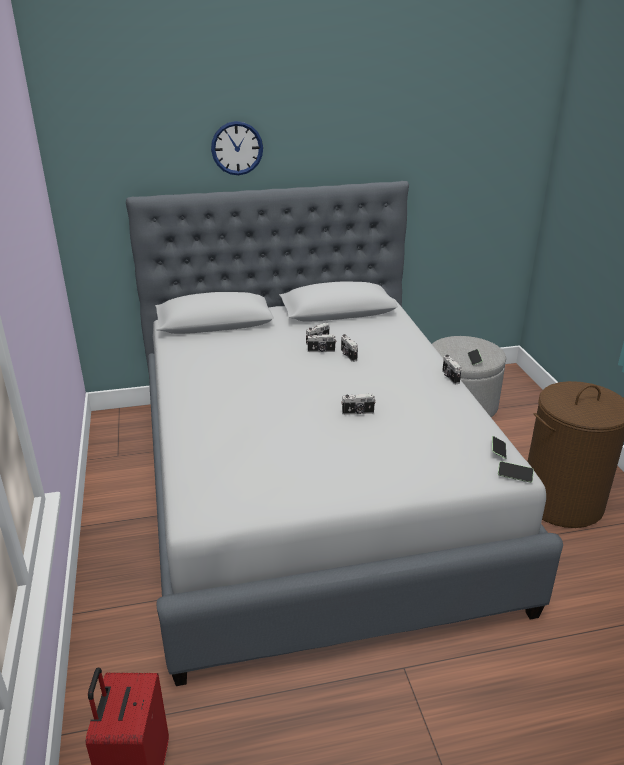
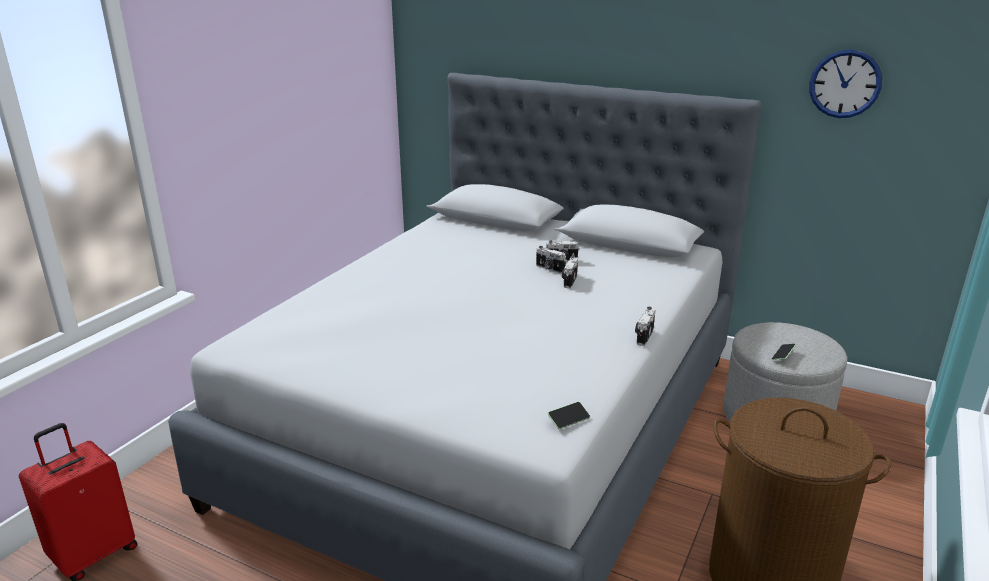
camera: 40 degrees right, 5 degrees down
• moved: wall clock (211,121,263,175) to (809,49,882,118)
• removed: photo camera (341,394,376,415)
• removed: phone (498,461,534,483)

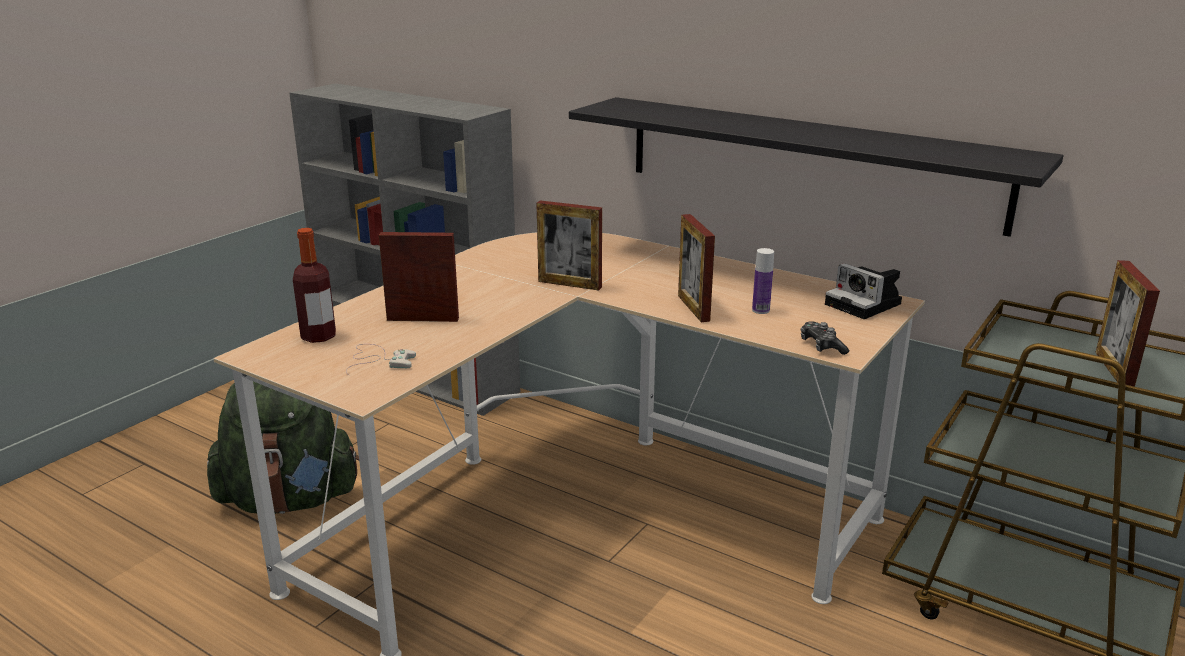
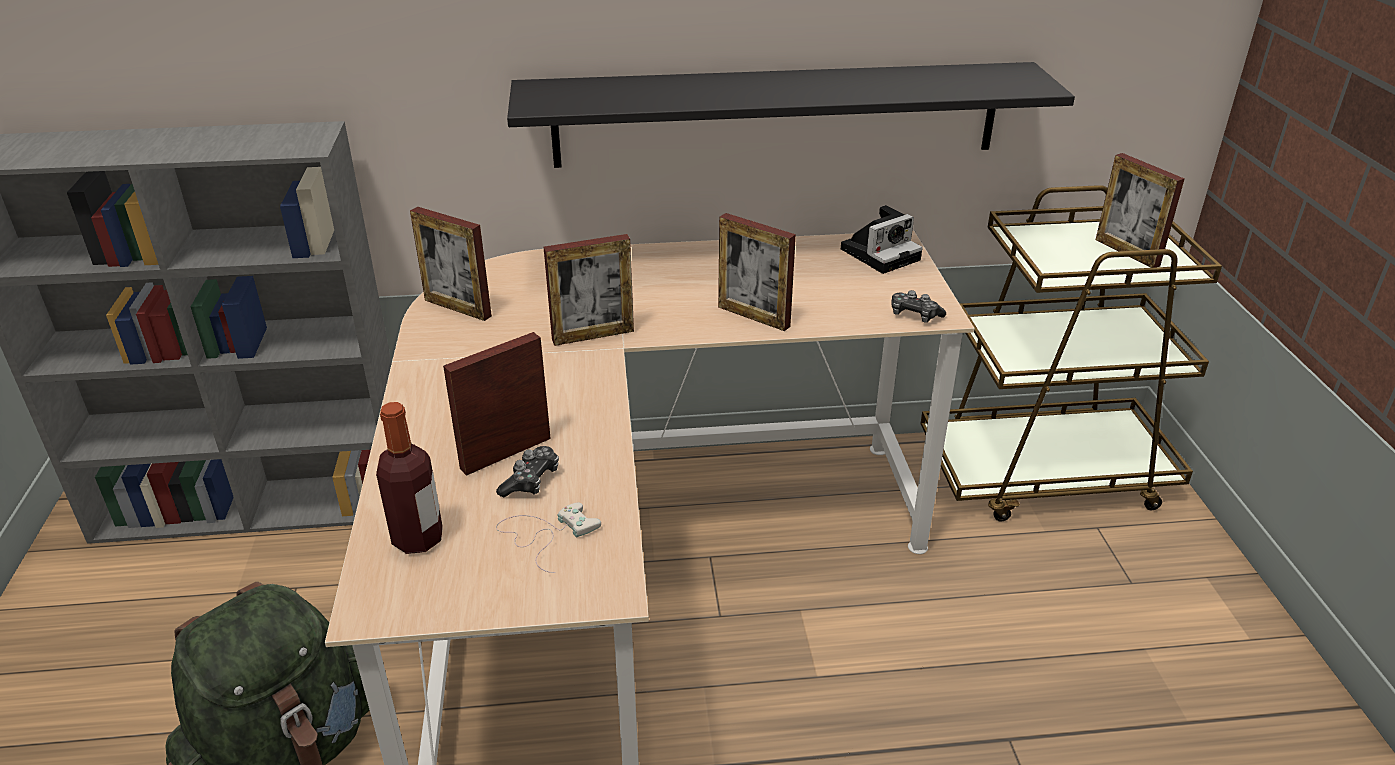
camera: 40 degrees left, 10 degrees up
• removed: bottle (752,248,774,314)
• turned: photo camera (825,263,902,319) = (841,205,923,274) 45 degrees counterclockwise
• added: picture frame (410,207,492,321)
• added: game controller (496,446,559,497)

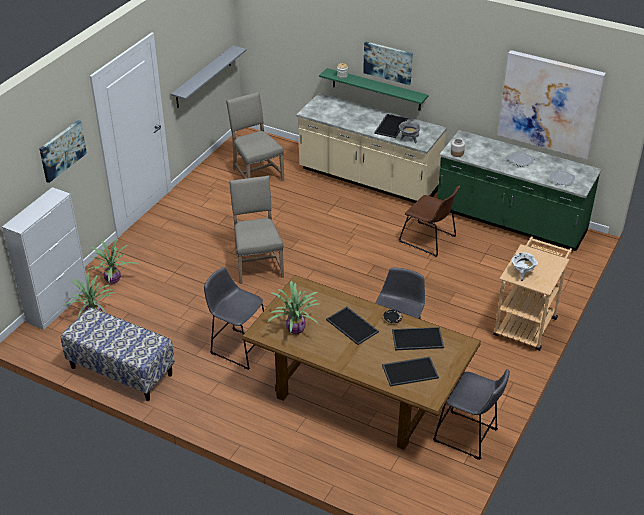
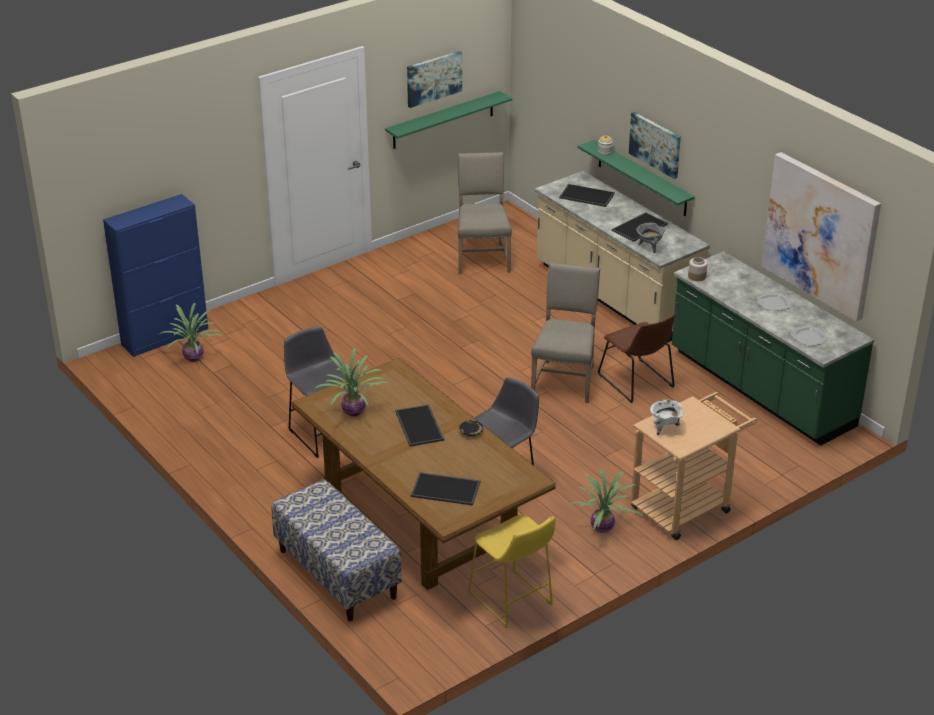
camera: 25 degrees right, 5 degrees down
• recoloured: cabinet/white (2,187,87,330) to cabinet/blue (103,194,208,357)
• moved: picture (39,120,87,183) to (407,51,462,108)
• moved: bench (61,307,175,401) to (271,479,402,621)
• moved: potted plant (87,238,141,284) to (570,469,645,533)
• recoloured: shelf/grey (171,45,247,108) to shelf/green (385,91,512,149)
• moved: chair/beige (229,176,284,284) to (531,263,600,403)
• moved: tray (392,327,444,350) to (559,184,615,207)
• recoloured: stool/grey (433,369,510,460) to stool/yellow (468,515,555,628)

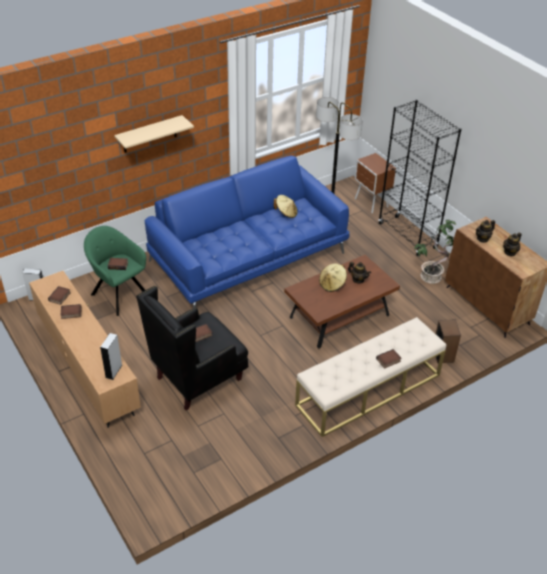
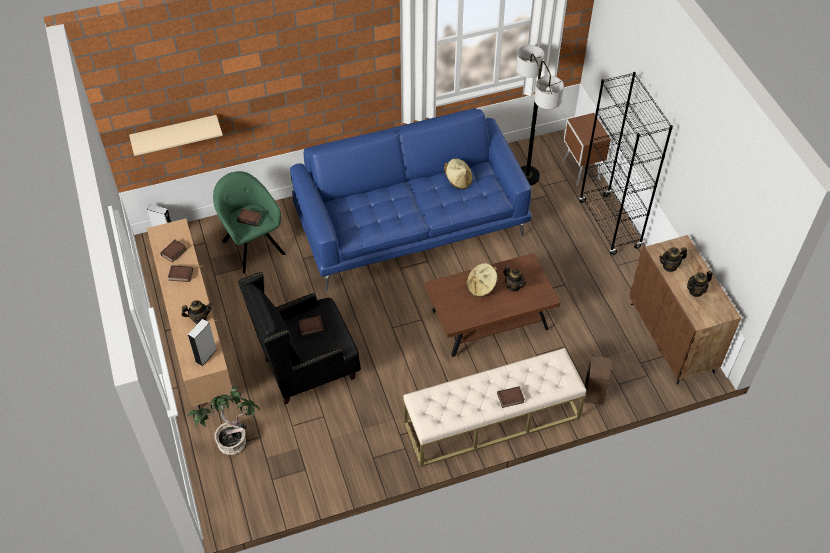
camera: 15 degrees right, 10 degrees up
• moved: shelf/beige (114,115,194,153) to (129,115,223,156)
• moved: potted plant (414,220,456,284) to (186,386,260,455)
• added: teapot (181,300,212,324)

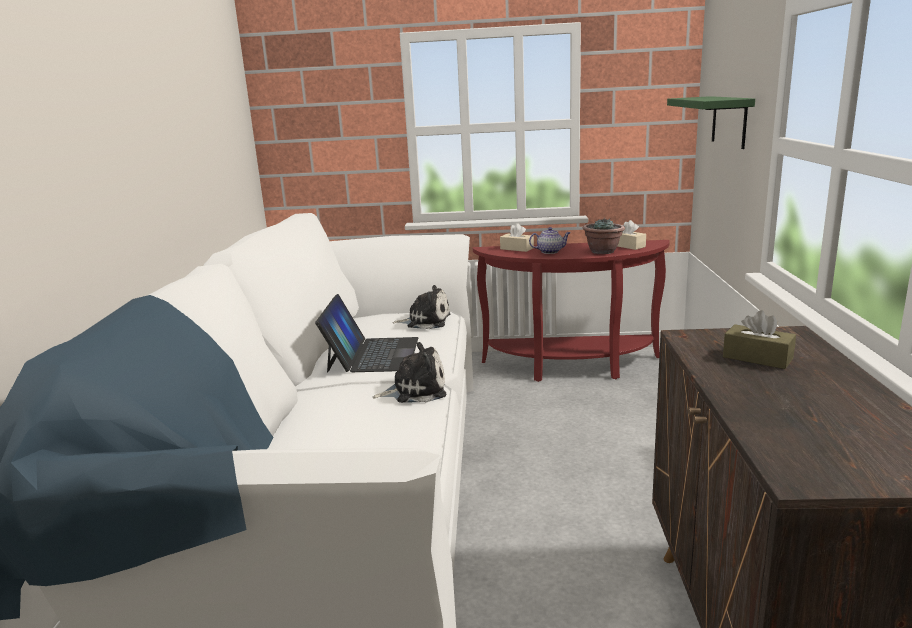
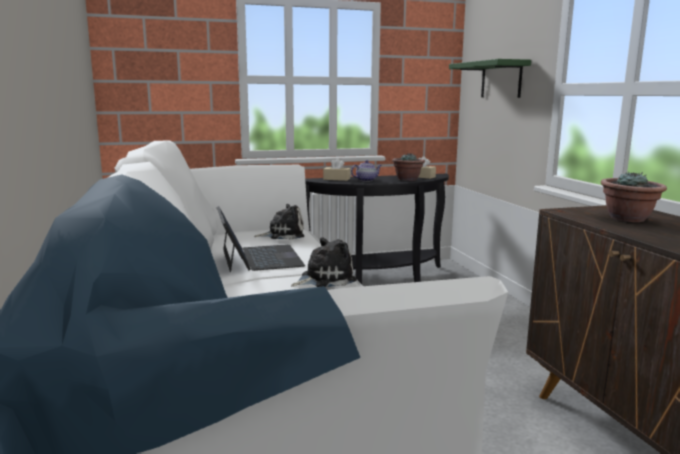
camera: 20 degrees left, 5 degrees down
• recoloured: console table/red (473,240,670,382) to console table/black (305,174,449,284)
• replaced: tissue box/brown (723,310,796,369) to potted plant (601,171,667,222)

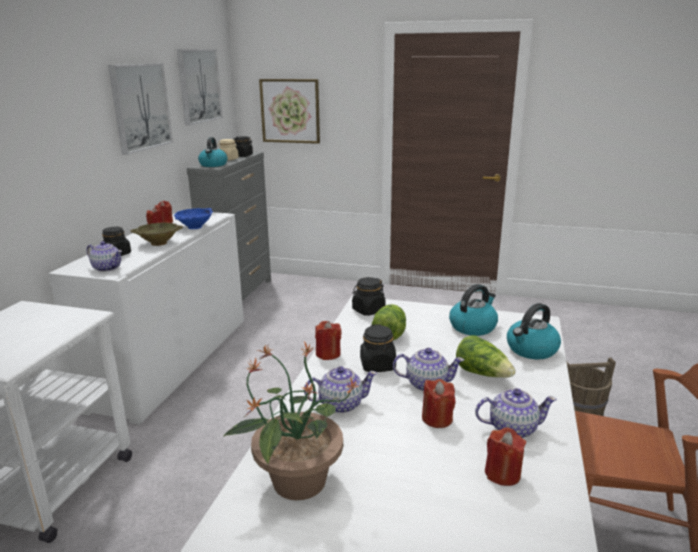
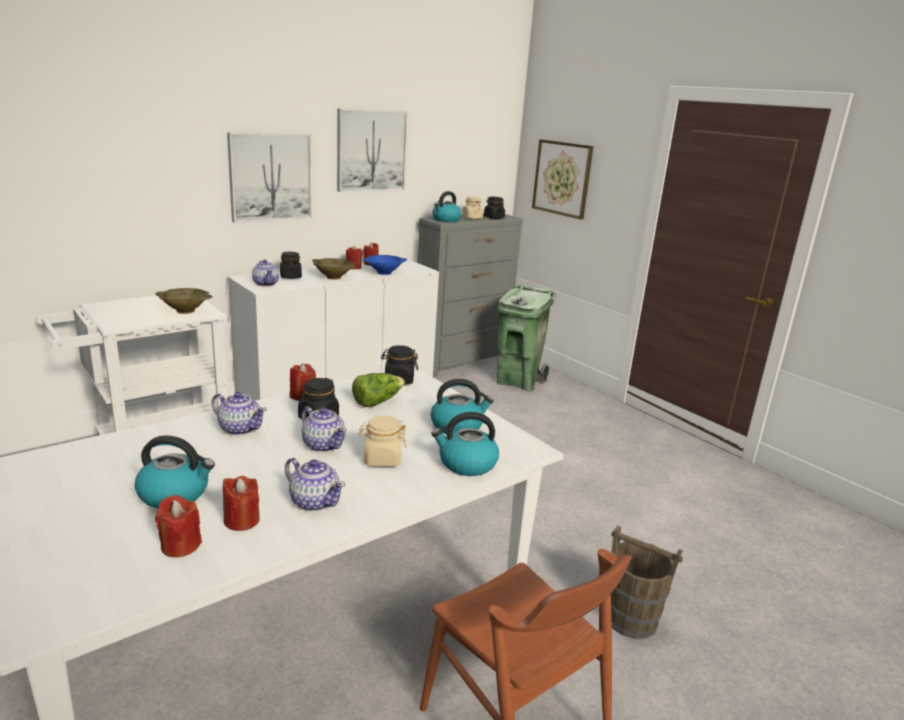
camera: 35 degrees right, 0 degrees up
• moved: picture (177,49,223,125) to (227,132,312,223)
• removed: potted plant (223,342,358,500)
• moved: candle/red (422,379,455,428) to (155,495,202,557)
• replaced: lettuce (456,335,515,378) to jar/beige (359,415,407,467)
• added: kettle (135,435,215,508)
• added: bowl/beige (156,288,212,314)
• added: trash can/green (497,285,556,392)

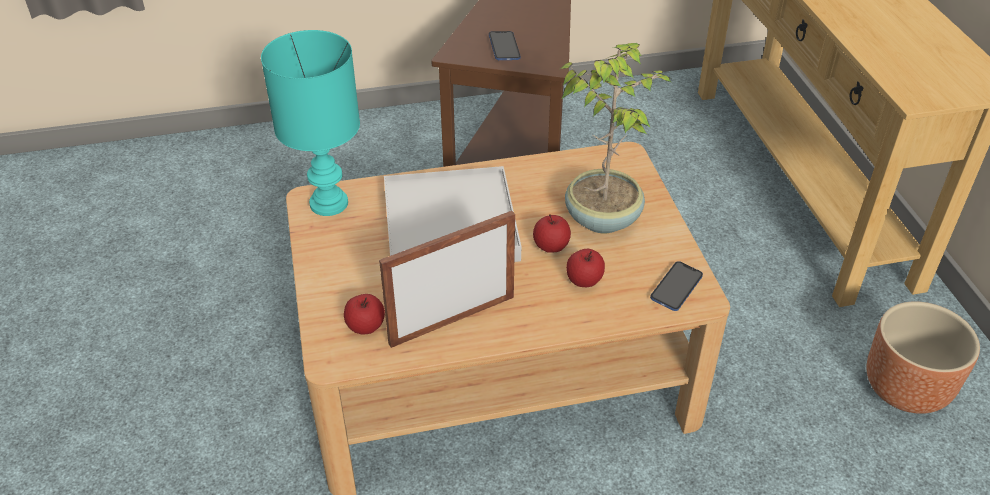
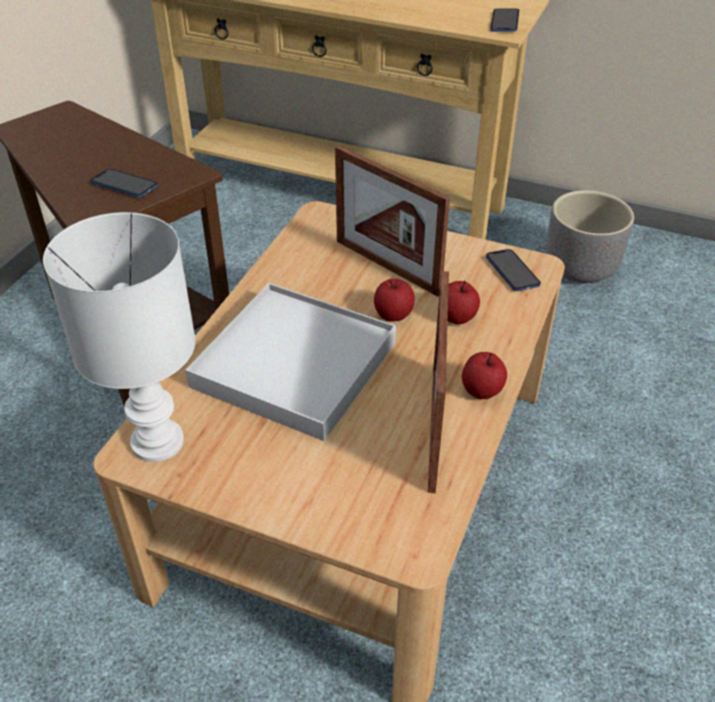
camera: 55 degrees left, 0 degrees up
• recoloured: table lamp/turquoise (261,30,360,216) to table lamp/white (43,212,196,462)
• moved: apple (344,294,385,335) to (462,352,507,399)
• replaced: potted plant (560,43,671,233) to picture frame (335,145,450,297)
• recoloured: planter/brown (867,301,980,414) to planter/grey (546,190,634,283)
• added: phone (490,9,519,32)

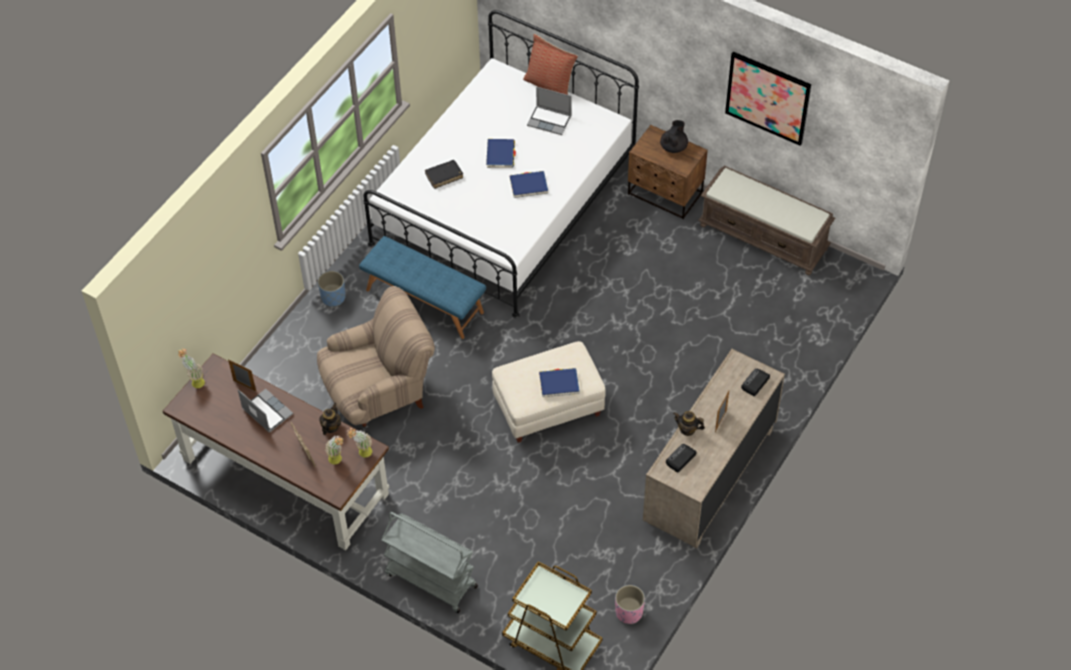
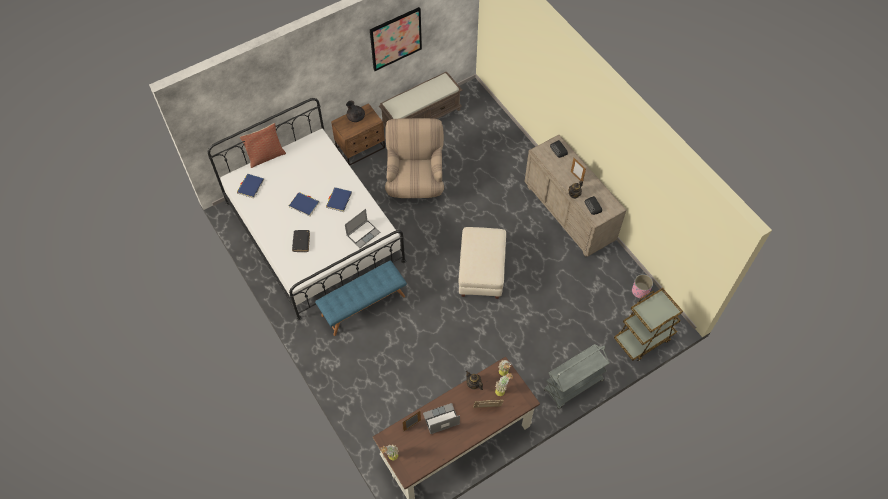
camera: 65 degrees left, 5 degrees up
• moved: armchair/beige (317,286,435,429) to (385,118,444,198)
• removed: planter/blue (318,271,345,307)
• moved: laptop (527,87,572,135) to (345,209,380,248)
• moved: book/blue (539,368,580,397) to (237,174,264,199)

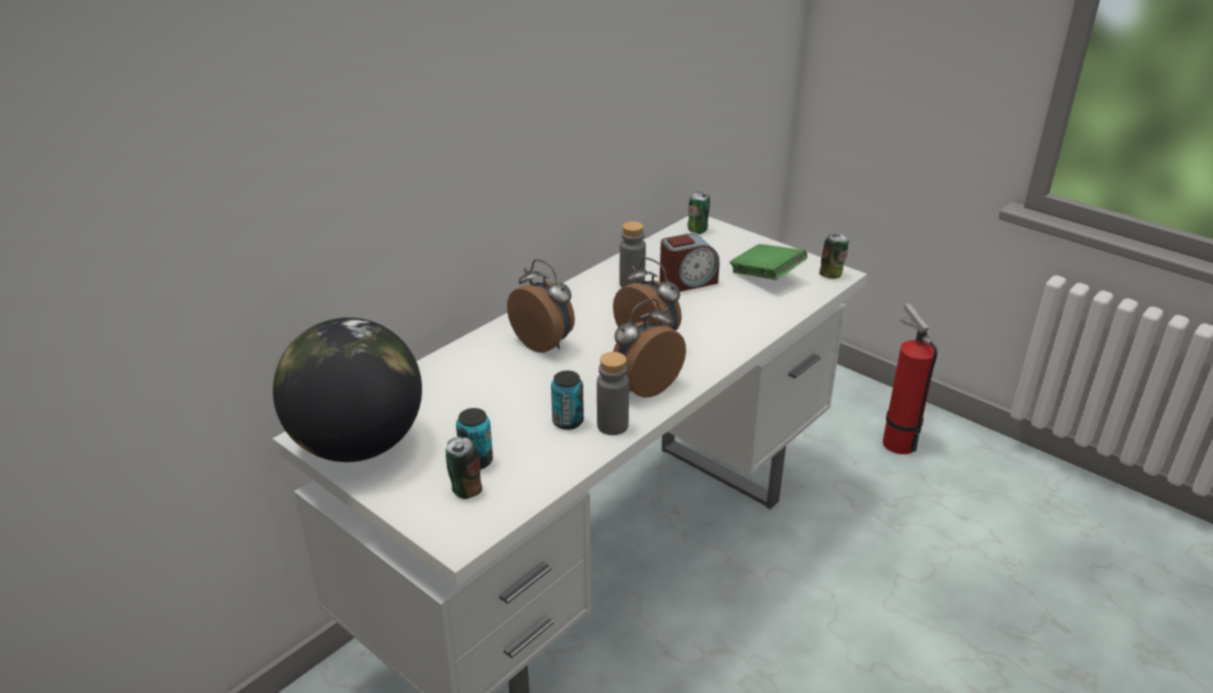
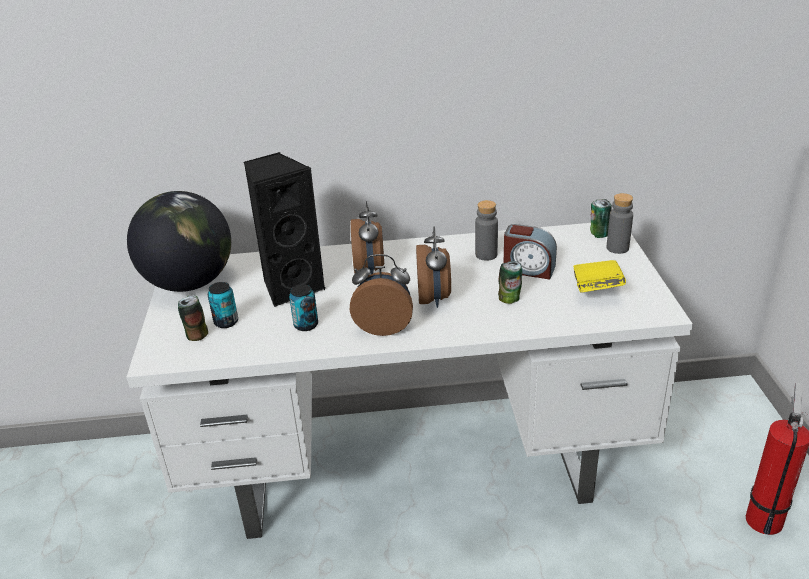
camera: 45 degrees right, 0 degrees up
• moved: bottle/grey (597,352,629,435) to (607,193,633,254)
• recoloured: book/green (729,244,808,280) to book/yellow (573,260,626,293)
• moved: can (819,233,849,279) to (498,261,522,304)
• added: speaker/black (244,152,325,307)

